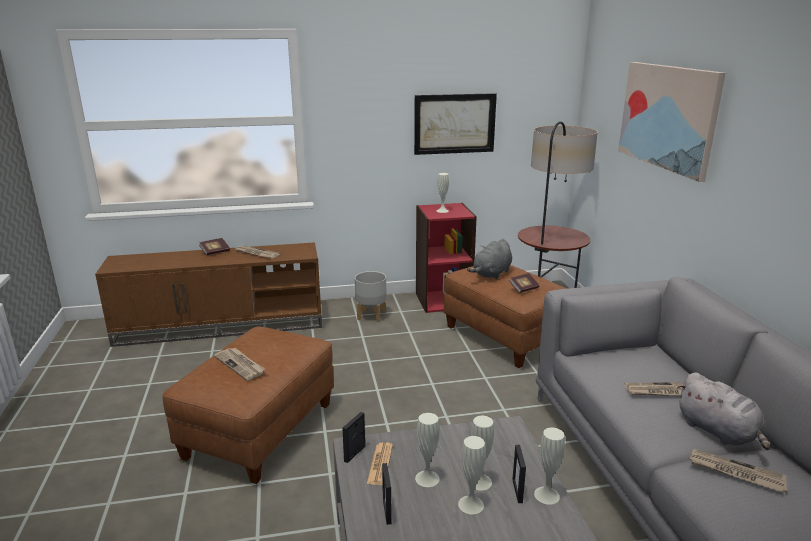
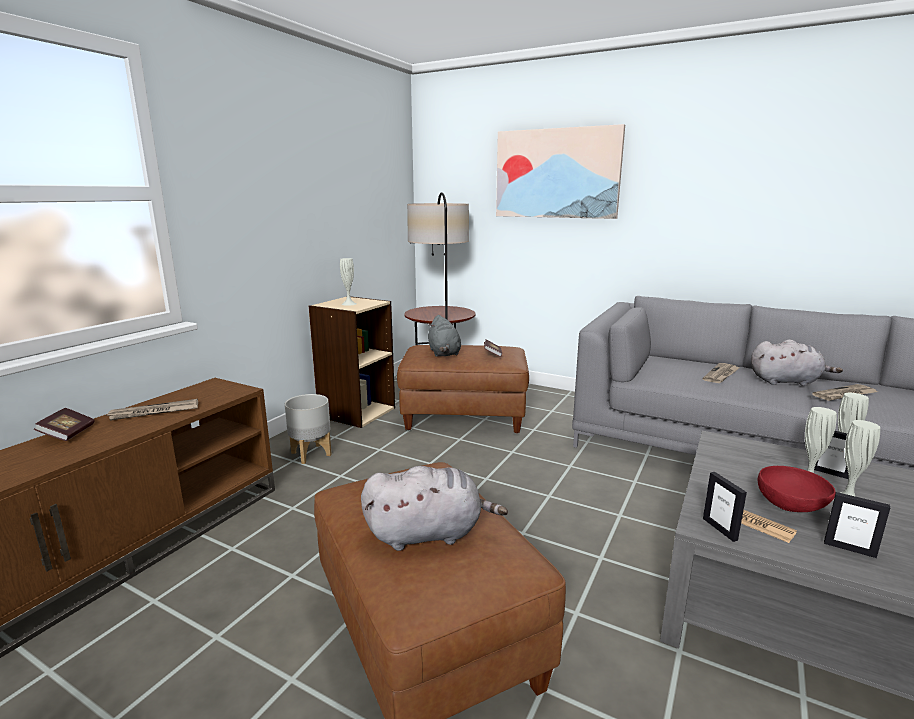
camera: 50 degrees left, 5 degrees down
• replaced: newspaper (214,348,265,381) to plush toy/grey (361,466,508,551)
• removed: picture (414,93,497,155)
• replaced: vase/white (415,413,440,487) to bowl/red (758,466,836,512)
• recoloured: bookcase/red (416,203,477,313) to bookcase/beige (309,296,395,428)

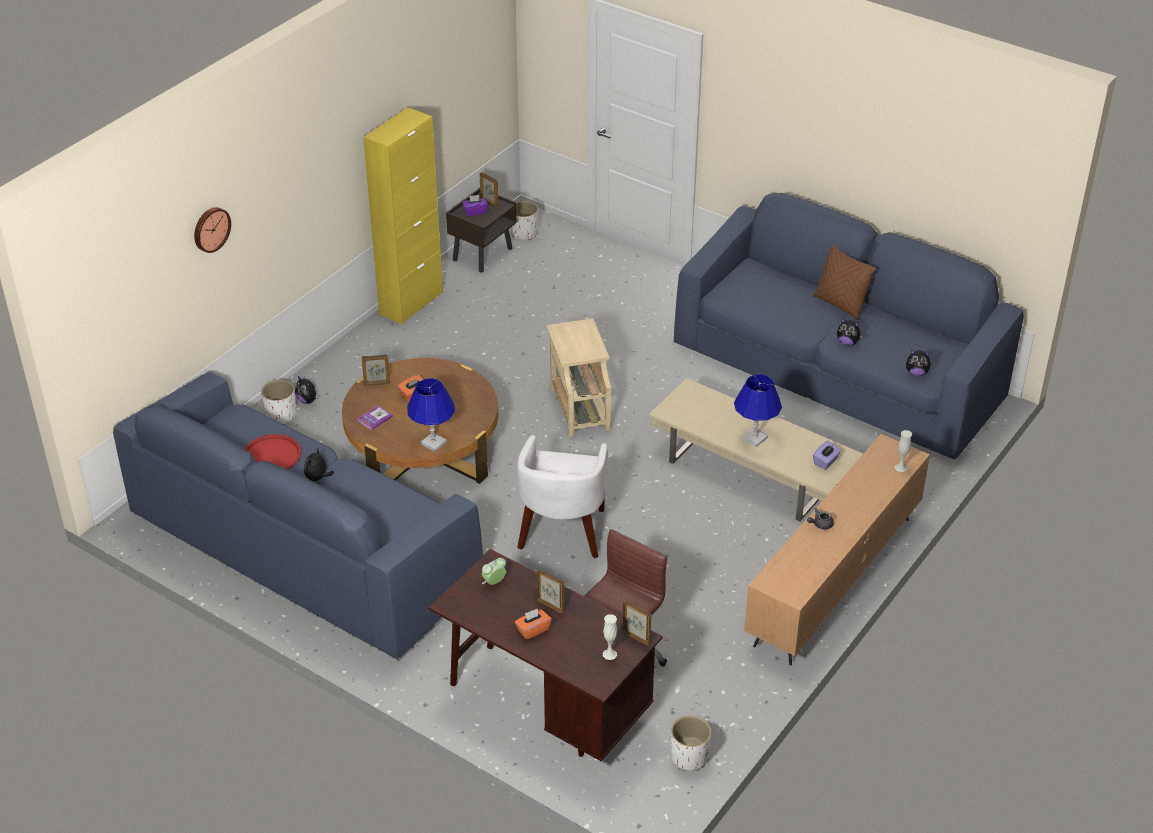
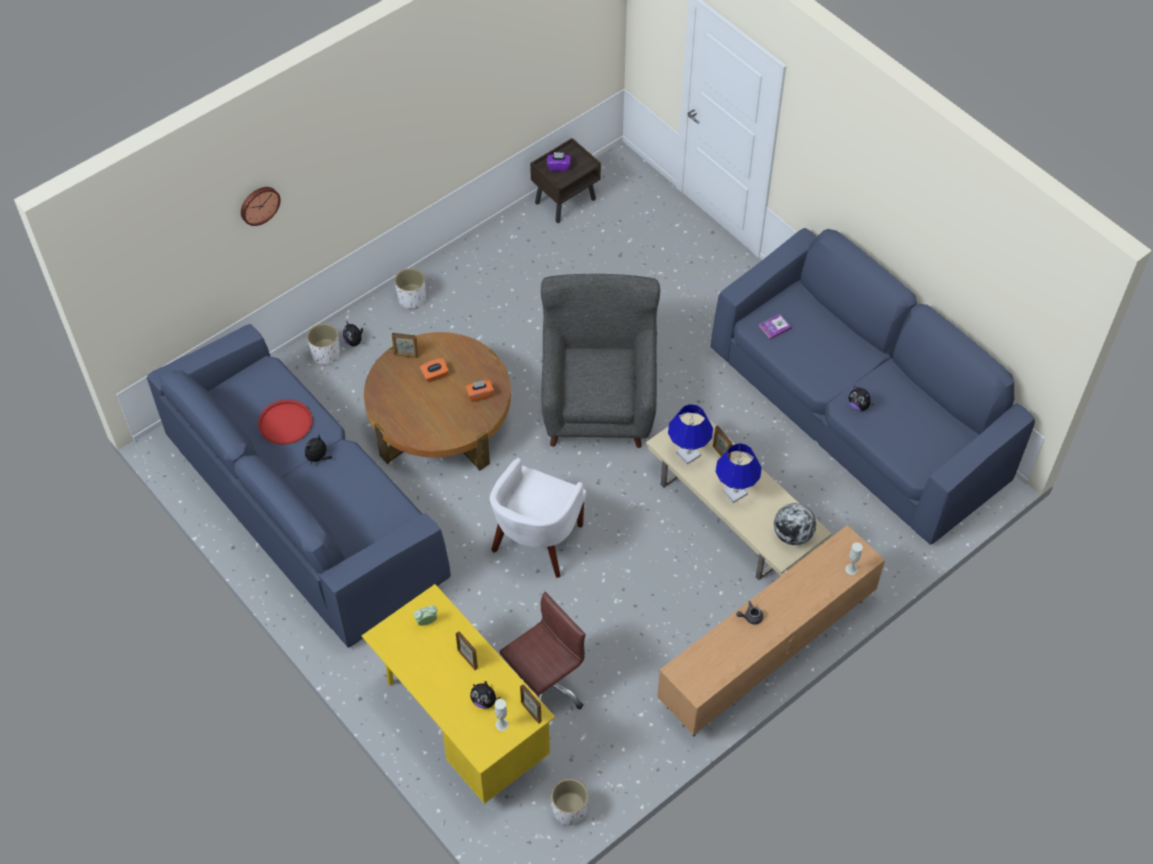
camera: 15 degrees right, 15 degrees up
• moved: book (358,406,393,431) to (759,314,792,339)
• removed: cabinet/yellow (363,107,443,324)
• moved: table lamp/blue (407,378,455,452) to (668,404,713,465)
• recoloured: desk/brown (428,549,663,761) to desk/yellow (362,584,555,804)
• moved: picture frame (480,172,499,207) to (713,425,732,459)
• moved: planter/white (511,201,538,240) to (395,268,426,310)
• moved: tissue box/orange (515,609,552,640) to (466,380,494,402)
• replaced: side table/beige (546,318,611,437) to armchair/grey (541,274,660,448)
• removed: pillow/brown (813,245,877,320)
• replaced: tissue box/purple (813,441,841,470) to globe (774,503,816,545)
• moved: plush toy (906,350,932,376) to (470,681,500,709)

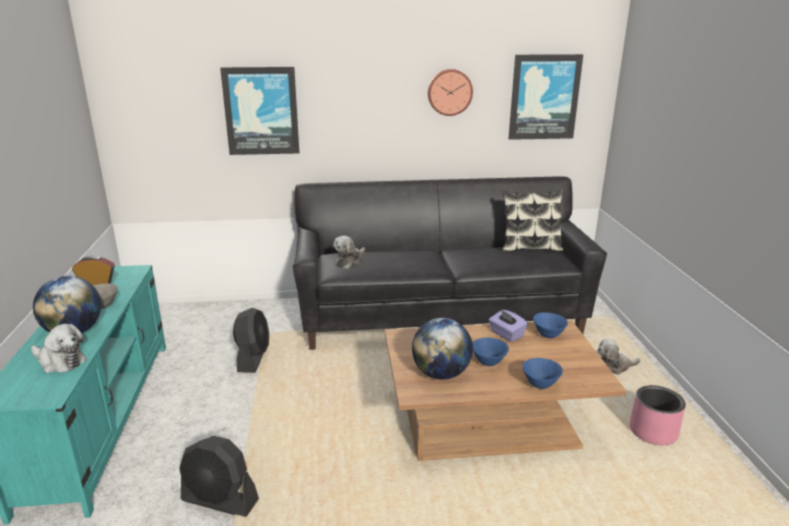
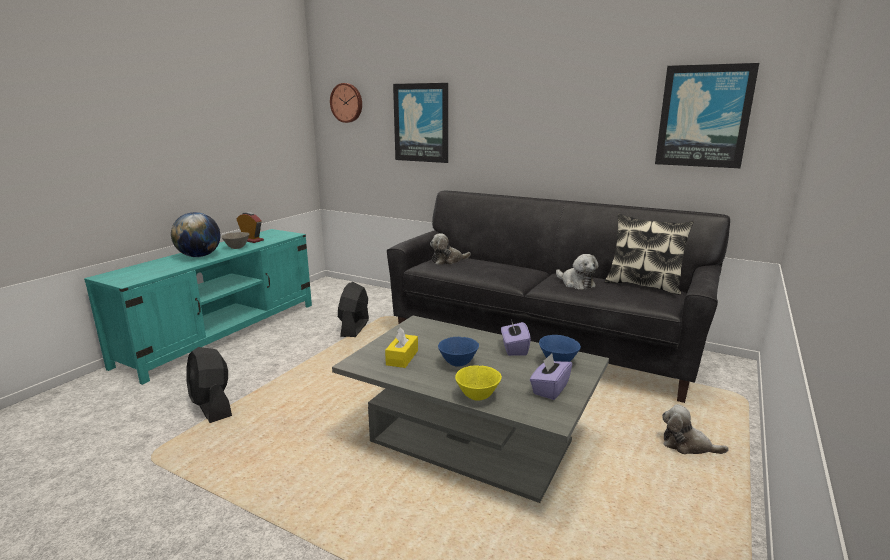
camera: 35 degrees right, 5 degrees down
• moved: plush toy (31,324,87,373) to (556,254,599,290)
• turned: fan/black (233,308,269,373) = (338,282,369,337) 150 degrees clockwise
• recoloured: coffee table/brown (385,320,626,461) to coffee table/grey (332,316,609,503)
• replaced: globe (412,318,473,380) to tissue box/yellow (385,327,418,368)
• moved: wall clock (428,69,473,116) to (330,83,362,123)
• recoloured: bowl/blue (522,358,563,389) to bowl/yellow (455,365,502,401)
• removed: planter/pink (630,385,686,445)
• added: tissue box/purple (530,353,572,400)

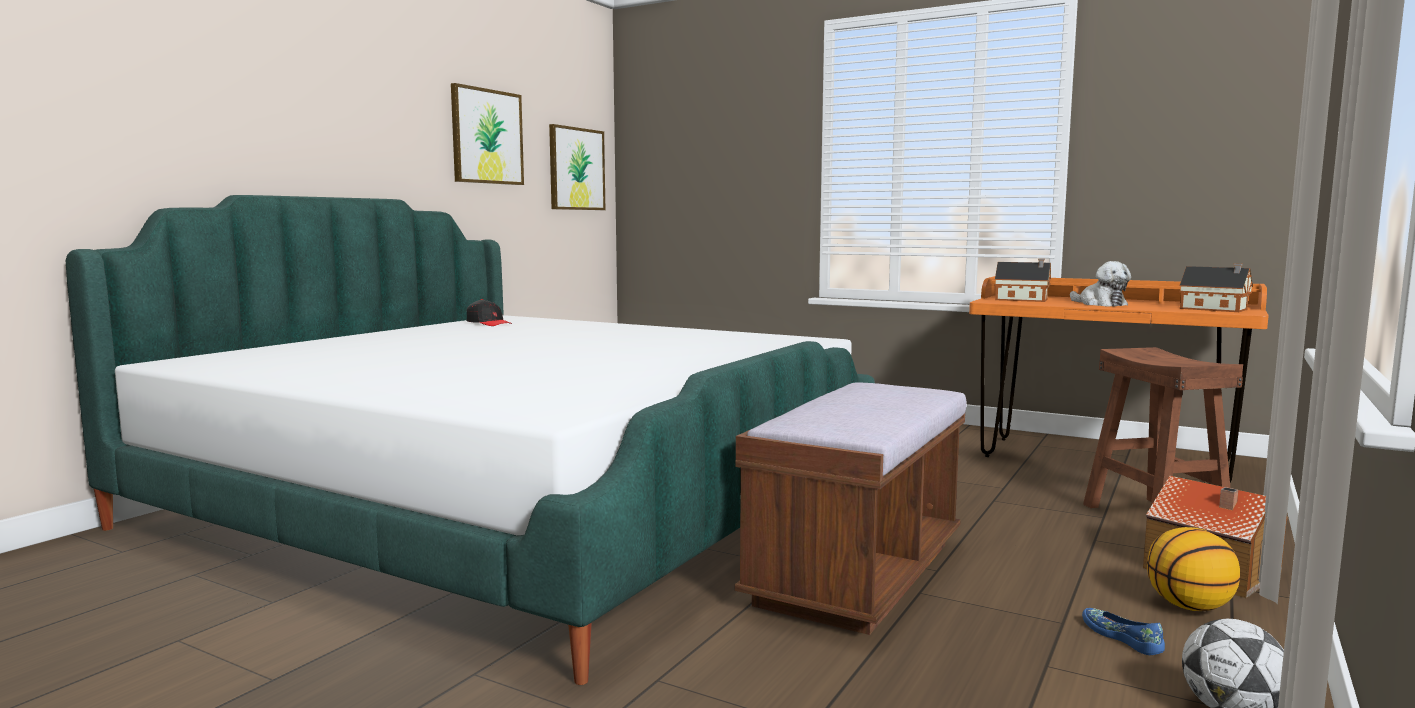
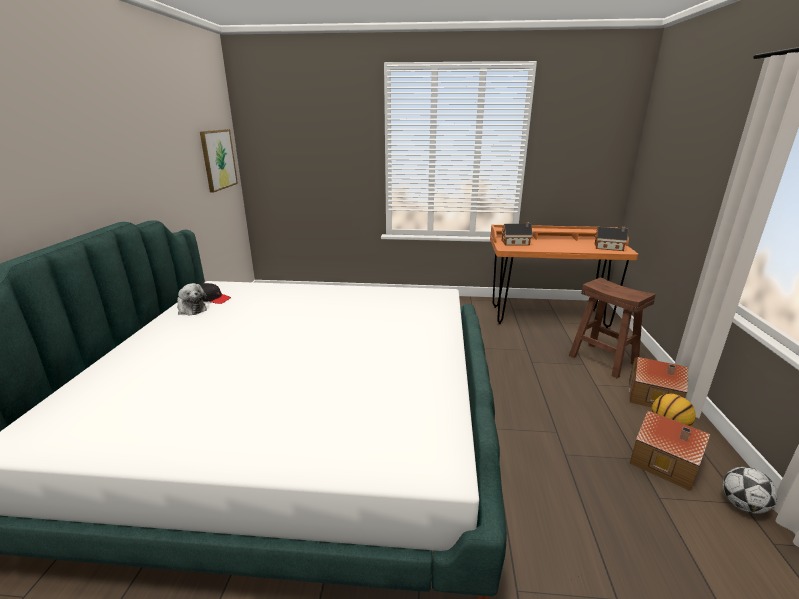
camera: 25 degrees left, 15 degrees up
• removed: picture (451,83,524,185)
• removed: bench/brown (735,383,967,635)
• moved: plush toy (1070,261,1131,307) to (177,283,207,316)
• replaced: shoe/blue (1082,608,1165,655) to toy house (630,411,710,491)

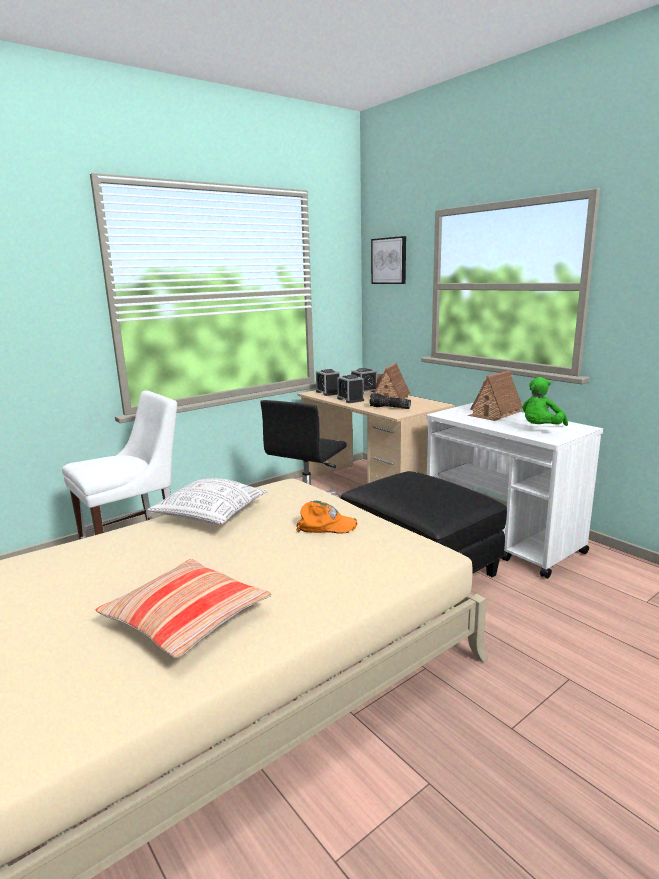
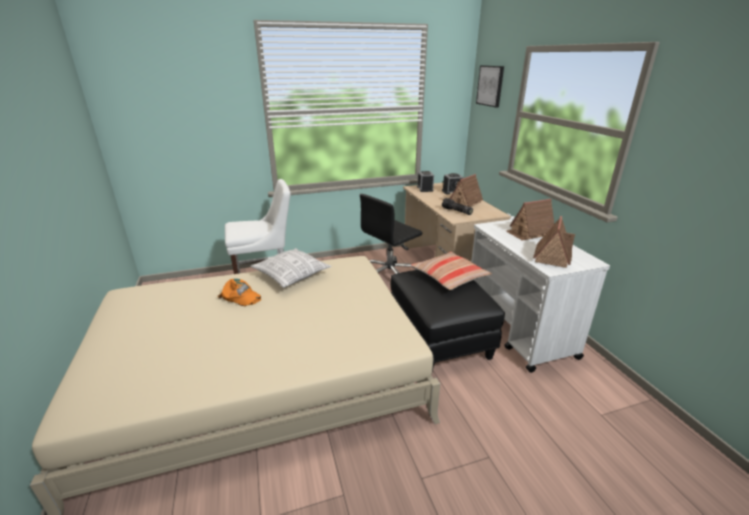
camera: 20 degrees right, 10 degrees up
• moved: pillow (95,559,271,658) to (411,252,492,290)
• moved: cap/orange (296,501,358,534) to (218,279,261,306)
• removed: alarm clock (337,374,364,403)
• replaced: plush toy/green (522,377,568,426) to toy house (533,216,575,268)

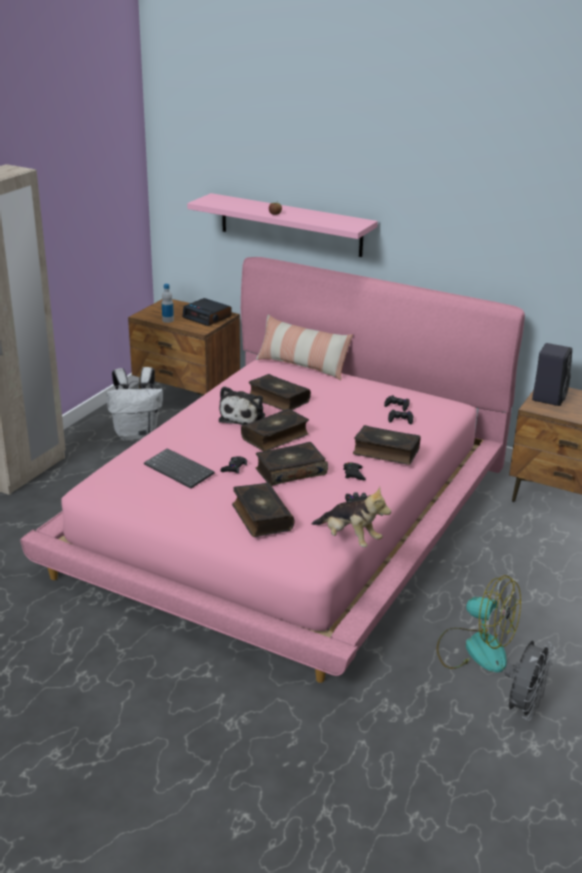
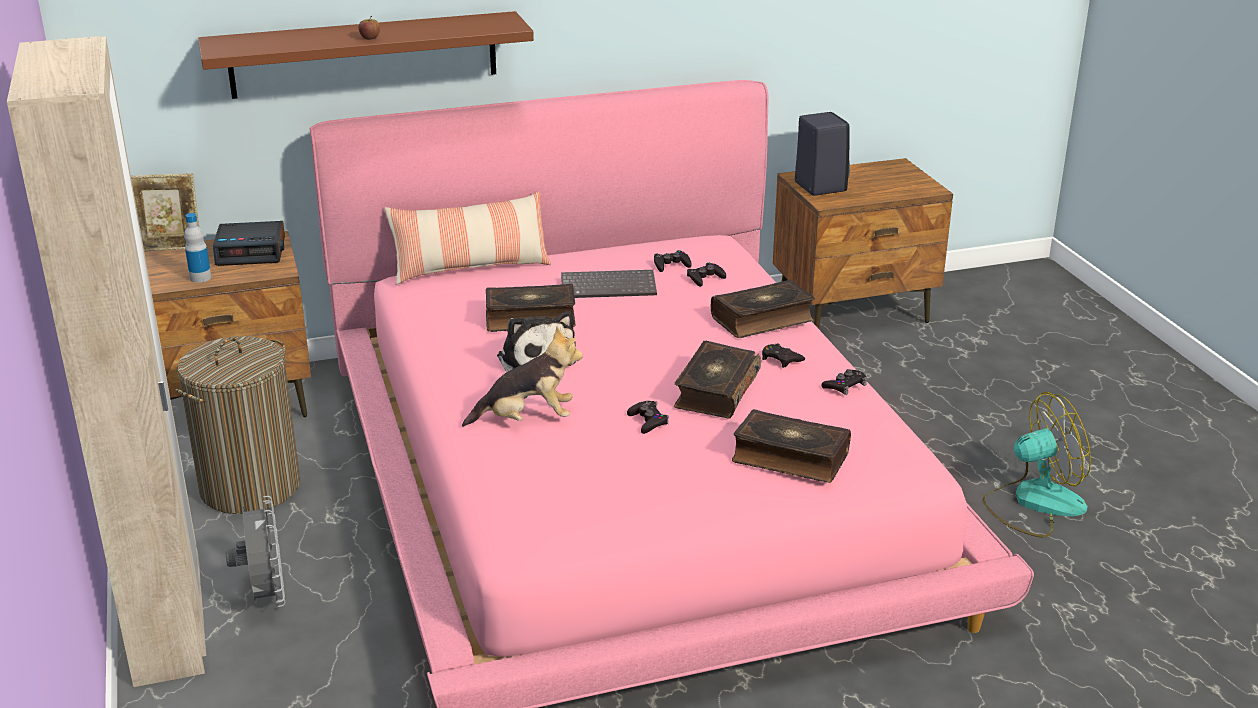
camera: 45 degrees left, 0 degrees up
• replaced: backpack/white (107,367,163,441) to laundry basket (175,336,300,514)
• moved: keyboard (144,448,215,489) to (561,270,657,298)
• recoloured: shelf/pink (187,193,378,257) to shelf/brown (198,11,534,99)
• removed: book (241,409,309,451)
• moved: plush toy (312,487,391,547) to (462,326,583,427)
• moved: fan/grey (504,641,555,721) to (225,496,285,607)
• added: picture frame (131,174,199,252)

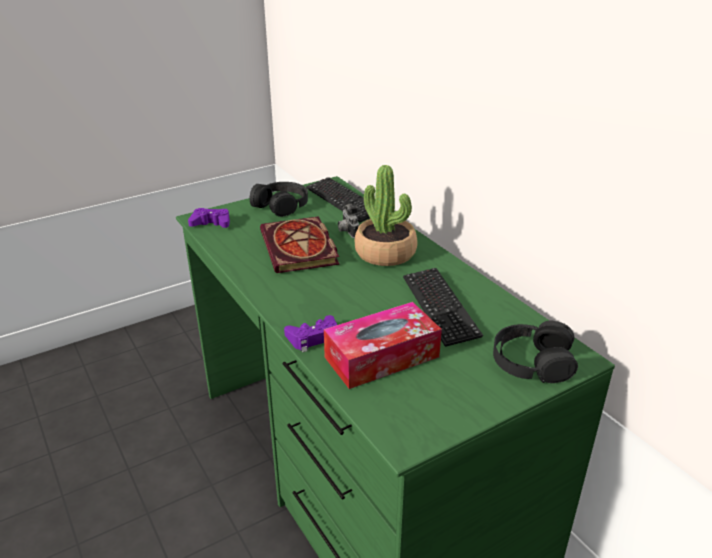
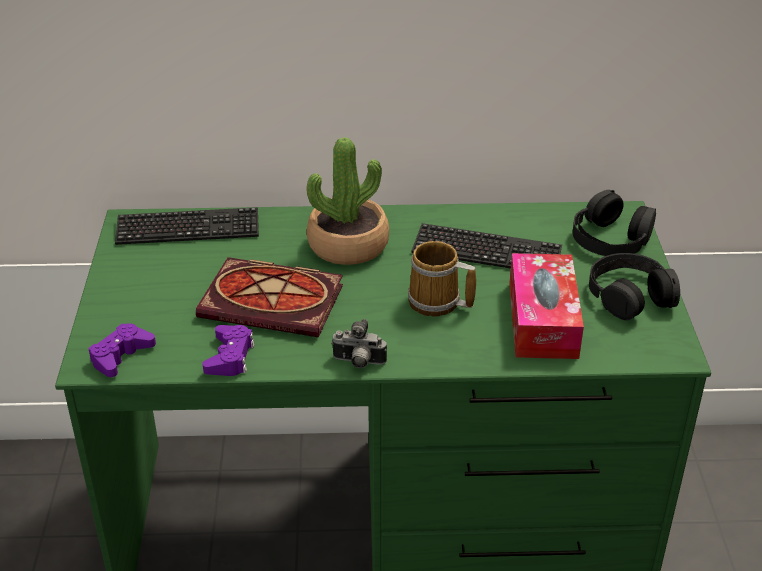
camera: 60 degrees left, 5 degrees up
• moved: headphones/black (250,182,308,217) to (589,253,680,321)
• moved: game controller/purple (284,315,337,352) to (202,325,255,376)
• moved: photo camera (338,203,359,238) to (331,319,387,368)
• added: mug (408,241,476,317)

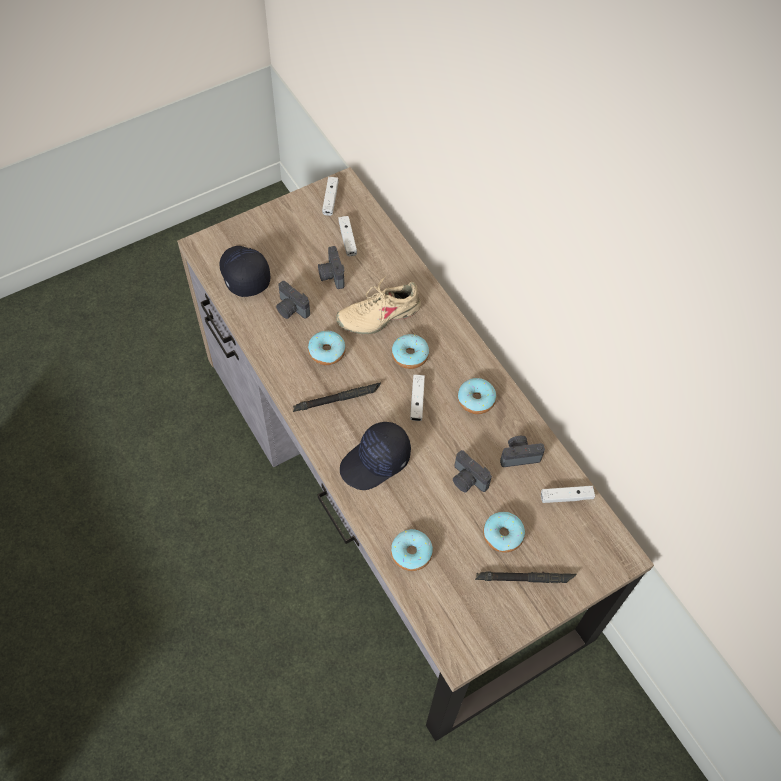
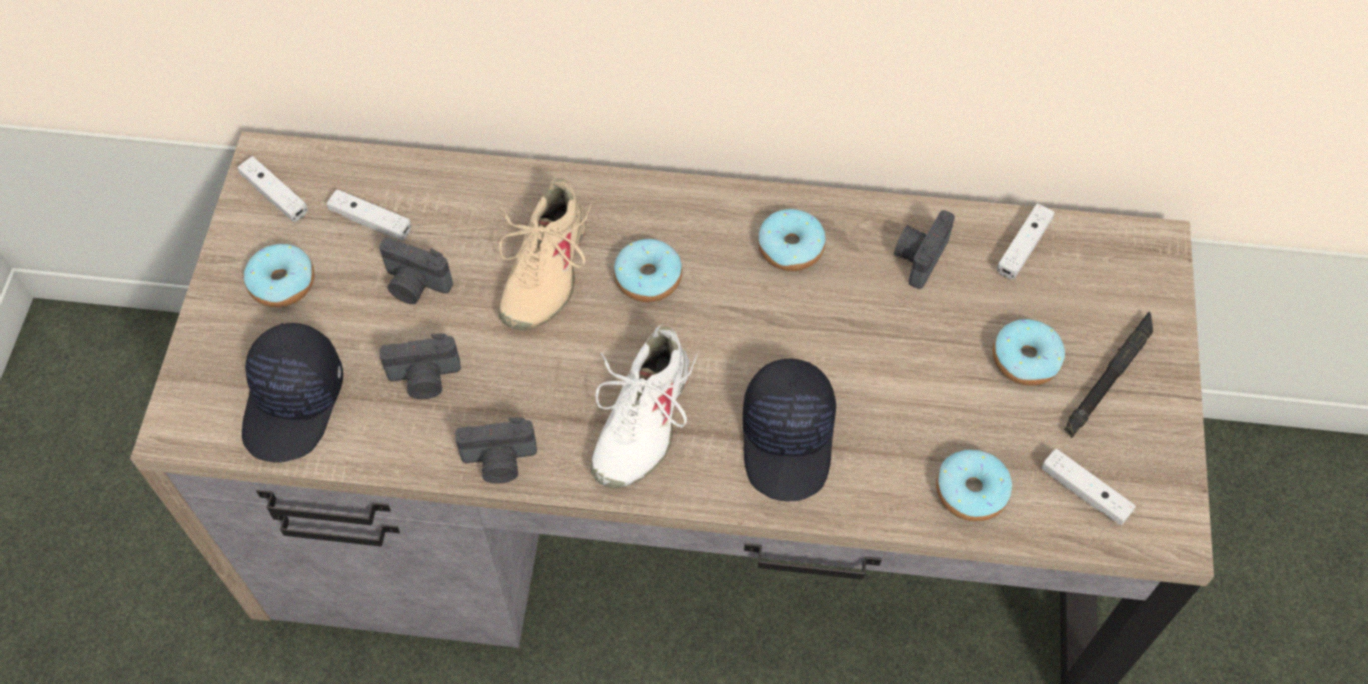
camera: 50 degrees left, 0 degrees up
• turned: cap/black (219,246,270,297) = (242,323,343,463) 90 degrees counterclockwise
• replaced: flashlight/black (293,382,381,412) to shoe/white (590,326,698,488)
• moved: donut (308,331,346,365) to (244,244,314,307)
• moved: game controller/white (410,375,425,421) to (1041,448,1136,525)
• moved: photo camera (453,450,492,492) to (455,418,537,483)

